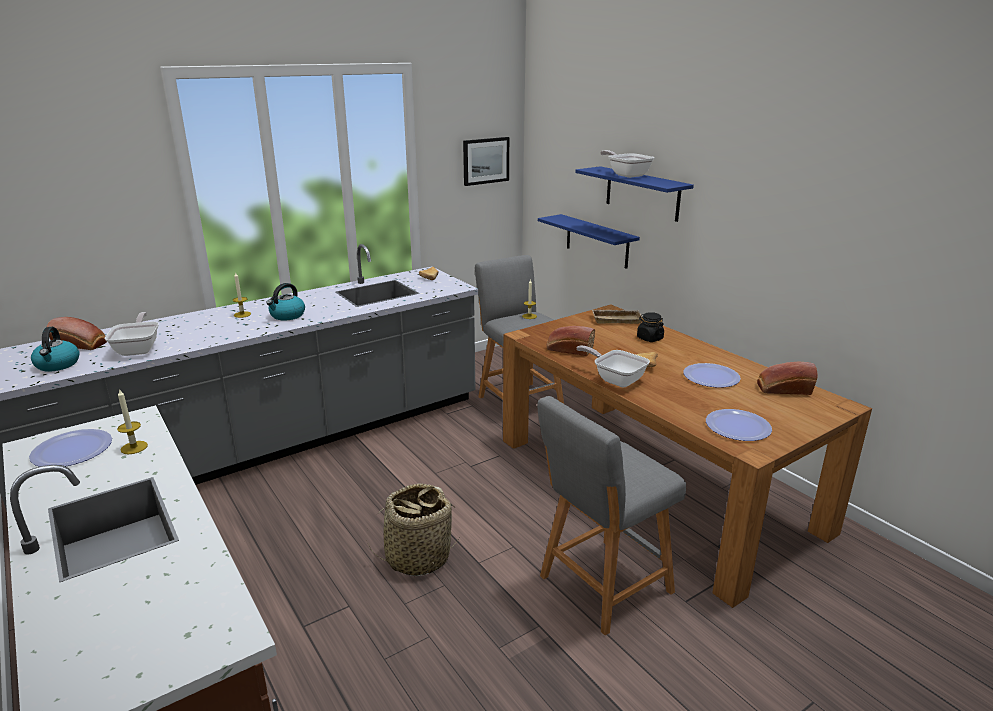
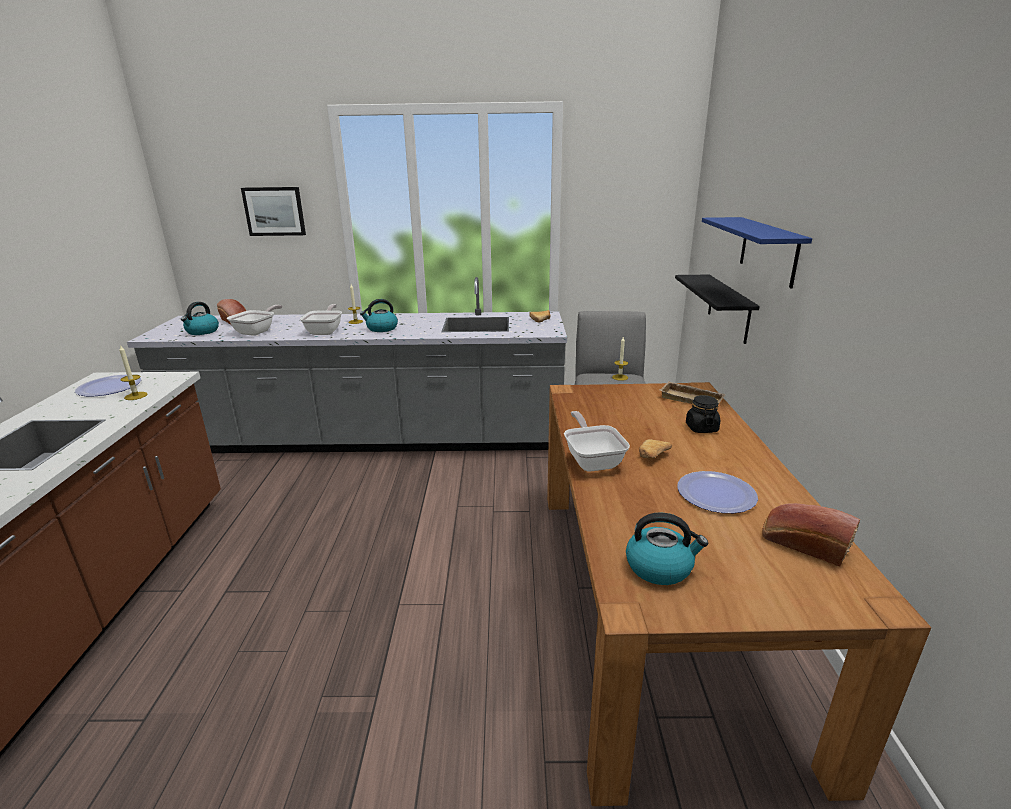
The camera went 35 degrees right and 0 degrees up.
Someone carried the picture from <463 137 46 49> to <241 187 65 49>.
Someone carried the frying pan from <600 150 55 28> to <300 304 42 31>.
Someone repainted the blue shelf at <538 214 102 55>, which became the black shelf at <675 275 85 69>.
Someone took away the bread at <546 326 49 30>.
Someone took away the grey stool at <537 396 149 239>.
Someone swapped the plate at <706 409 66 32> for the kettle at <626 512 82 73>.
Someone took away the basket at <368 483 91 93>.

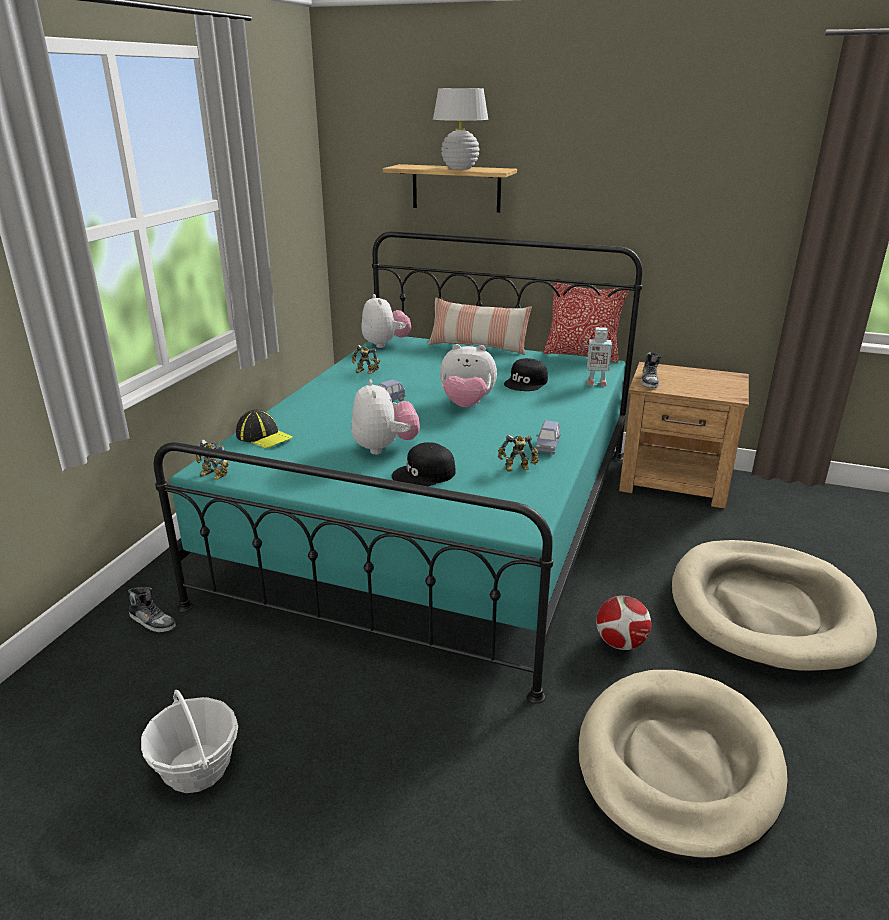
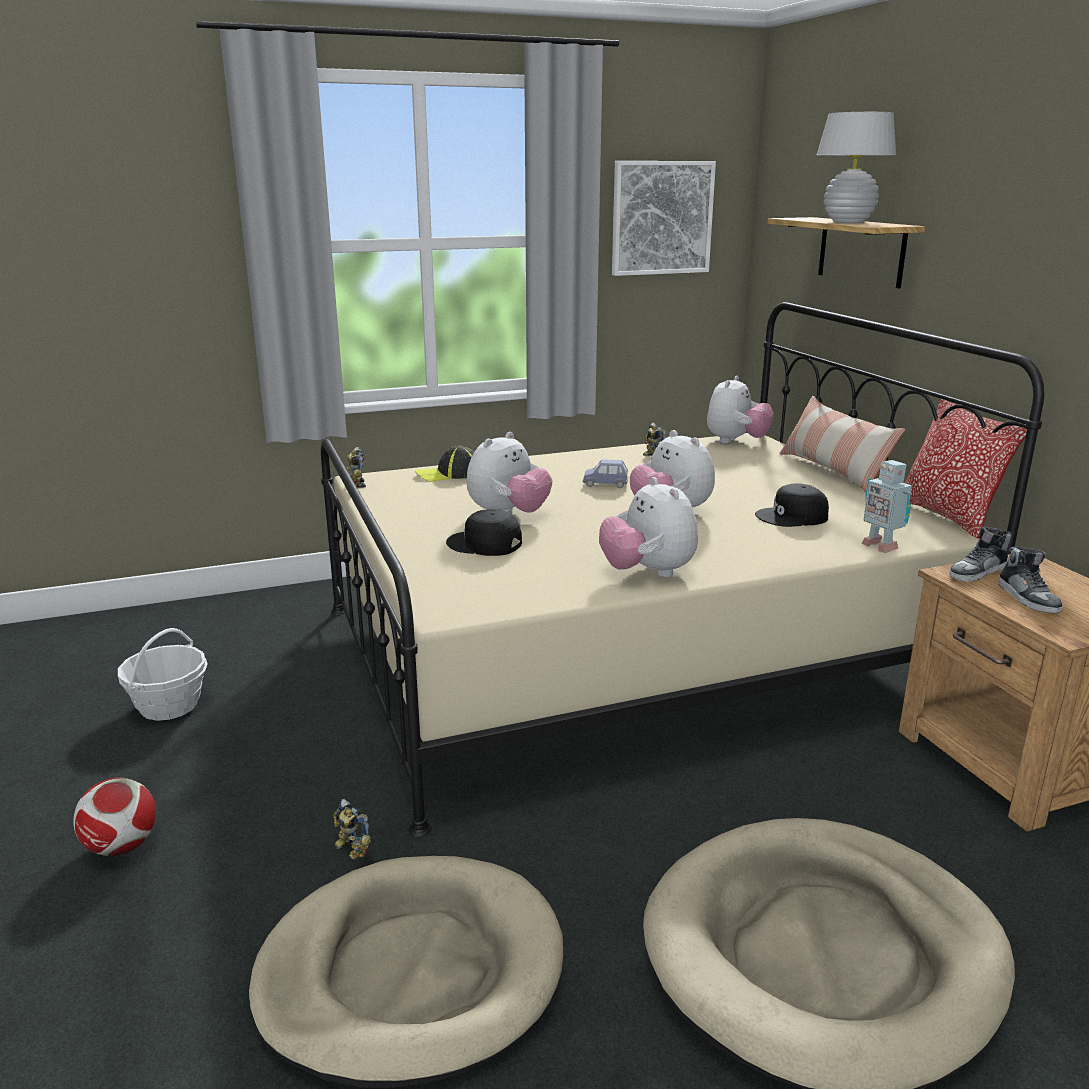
The camera went 50 degrees right and 5 degrees down.
Someone repainted the turquoise bed at <154 231 489 473>, which became the beige bed at <321 302 723 535>.
Someone rotated the cap at <236 409 57 39> by 75 degrees clockwise.
Someone swapped the blue toy car at <536 421 24 34> for the plush toy at <599 477 99 100>.
Someone carried the toy robot from <498 435 41 37> to <333 799 38 60>.
Someone carried the shoe from <128 587 48 46> to <998 547 65 66>.
Someone carried the football from <596 596 55 54> to <73 777 83 79>.
Someone put up the picture at <612 161 104 115>.

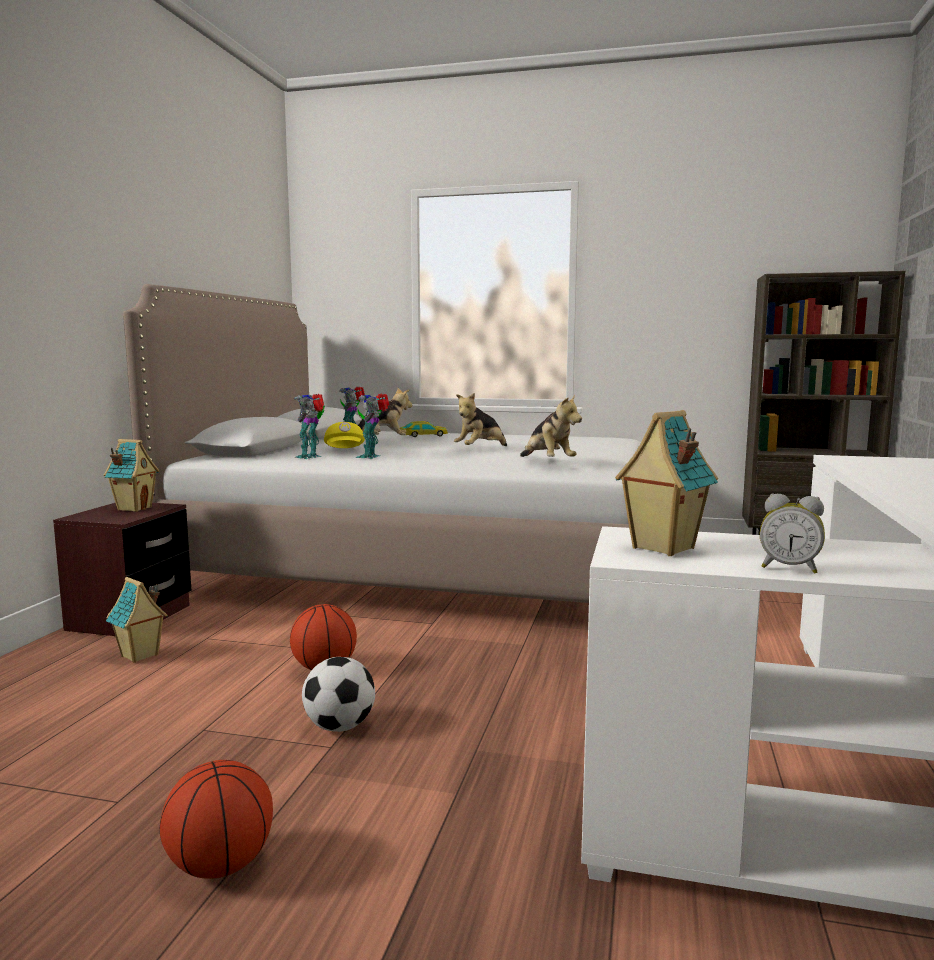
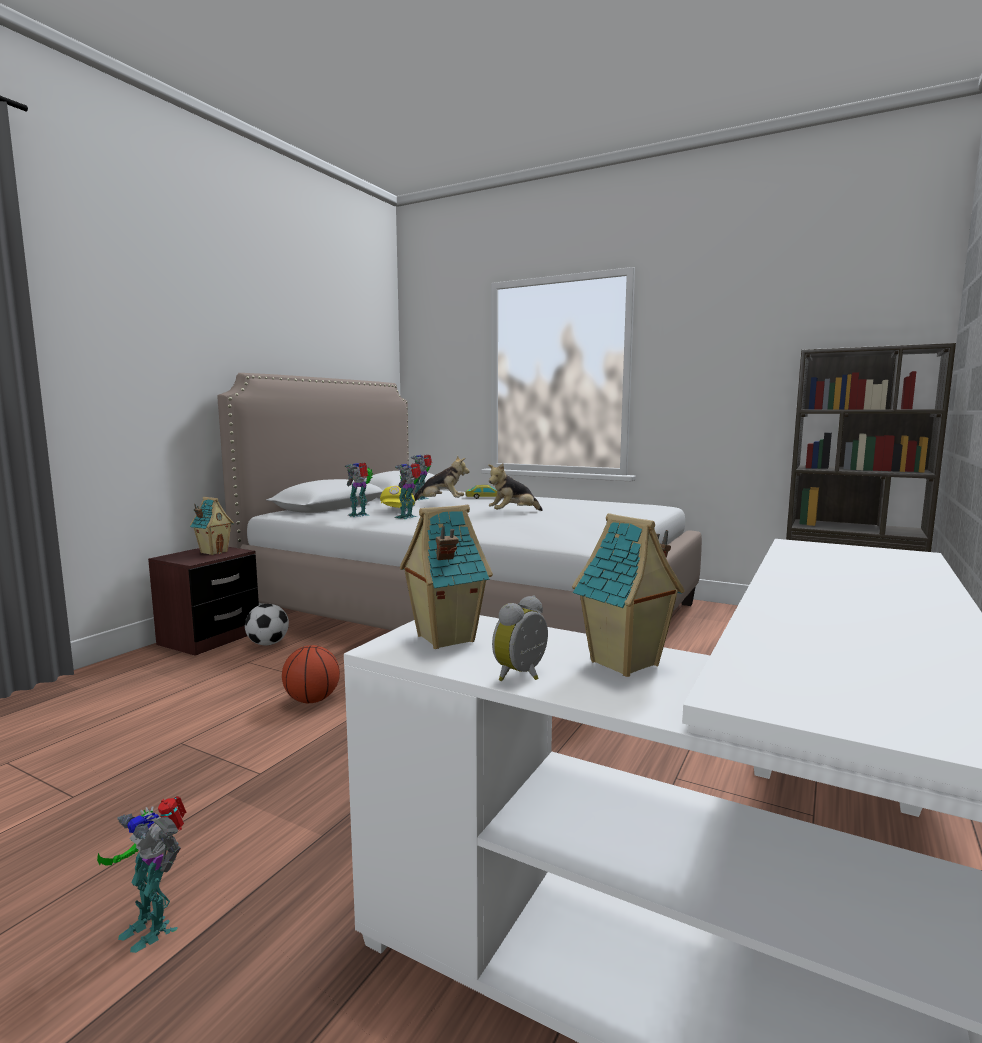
The camera went 15 degrees right and 0 degrees up.
Someone took away the plush toy at <520 394 62 63>.
Someone rotated the alarm clock at <760 493 65 81> by 90 degrees clockwise.
Someone carried the toy house from <106 577 61 86> to <572 513 113 164>.
Someone carried the football from <302 657 73 75> to <245 604 44 42>.
Someone took away the basketball at <160 760 113 119>.
Someone put down the toy robot at <97 796 90 157>.

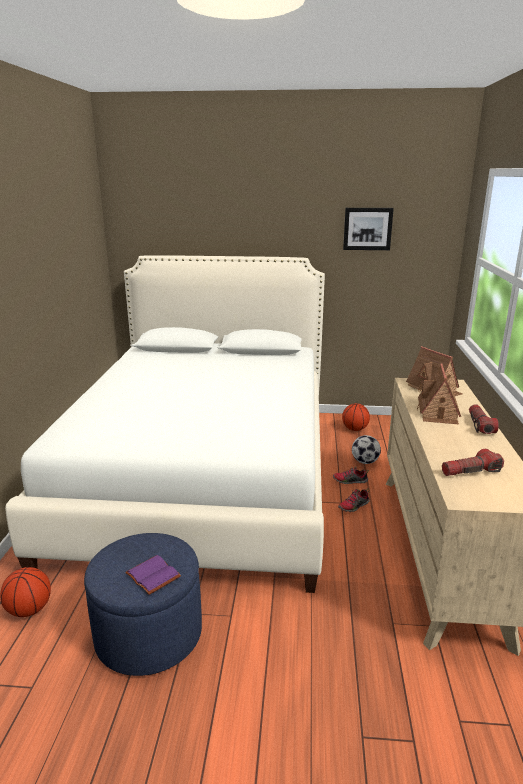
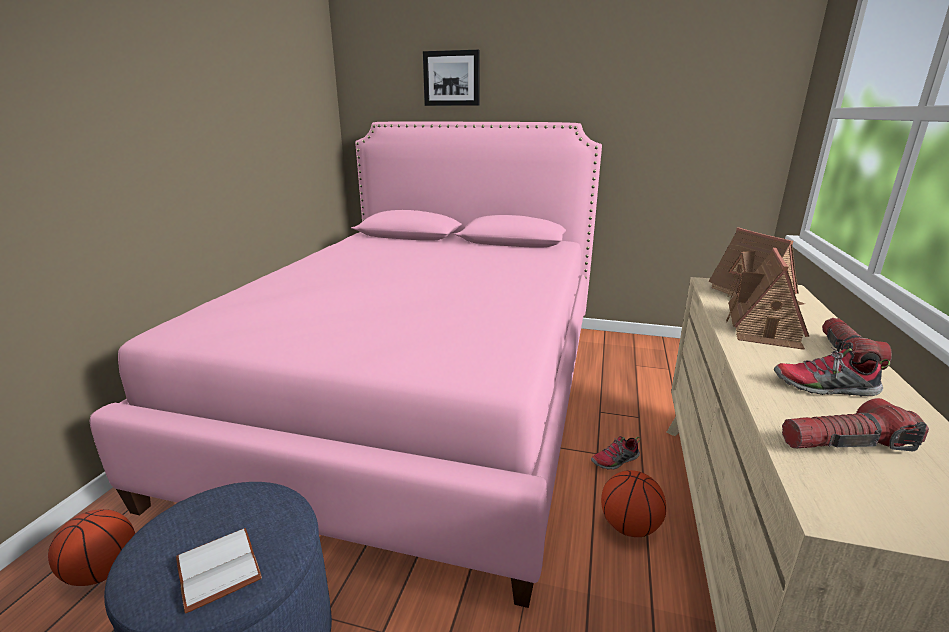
The camera went 10 degrees right and 0 degrees up.
Someone carried the picture from <343 208 51 42> to <423 50 57 56>.
Someone repainted the white bed at <5 255 320 338>, which became the pink bed at <90 121 512 487>.
Someone carried the basketball from <342 403 28 28> to <601 470 65 67>.
Someone took away the football at <352 435 29 29>.
Someone carried the shoe from <333 466 36 18> to <774 347 116 50>.
Someone repainted the purple book at <125 555 56 40>, which became the white book at <176 528 86 85>.

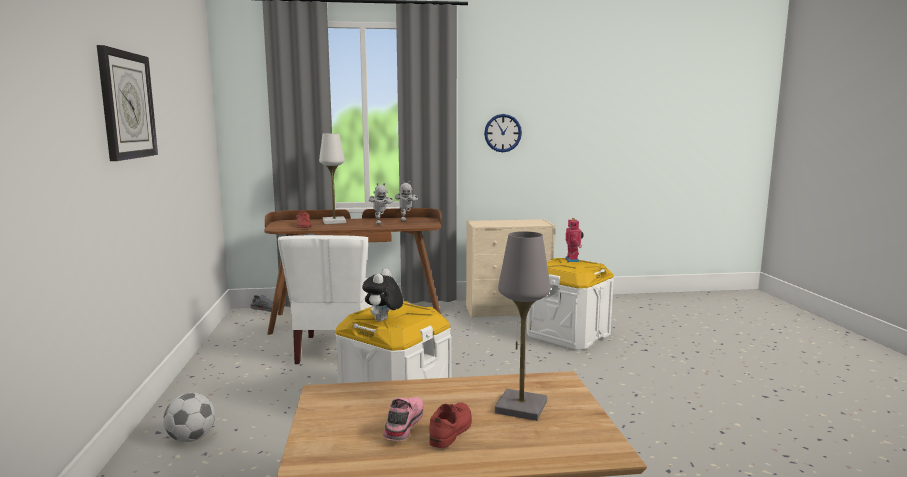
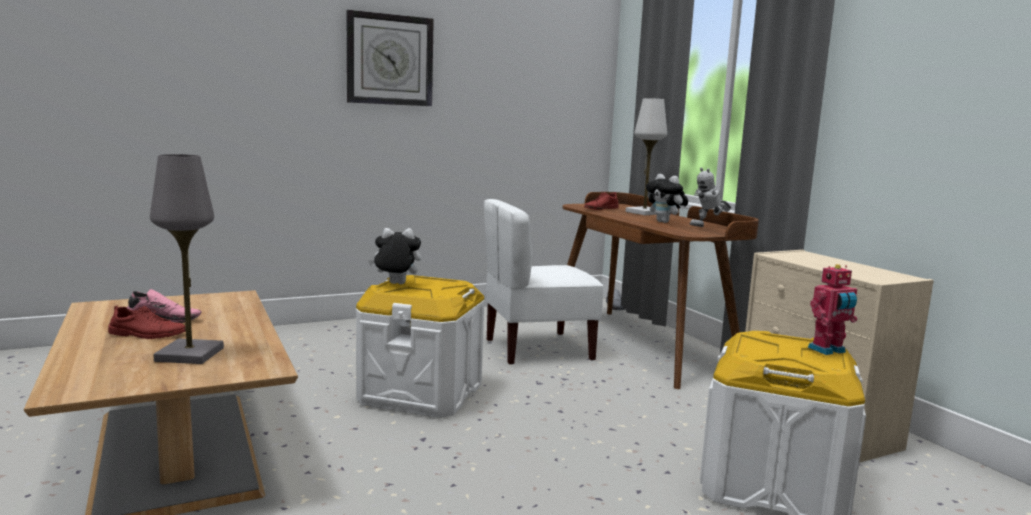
The camera went 70 degrees right and 0 degrees up.
Someone took away the wall clock at <484 114 38 38>.
Someone swapped the toy robot at <369 183 24 42> for the plush toy at <646 174 42 49>.
Someone took away the football at <163 393 52 49>.

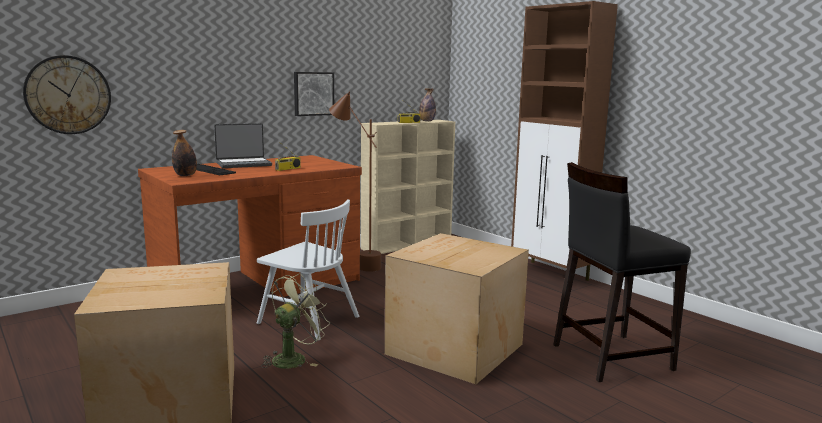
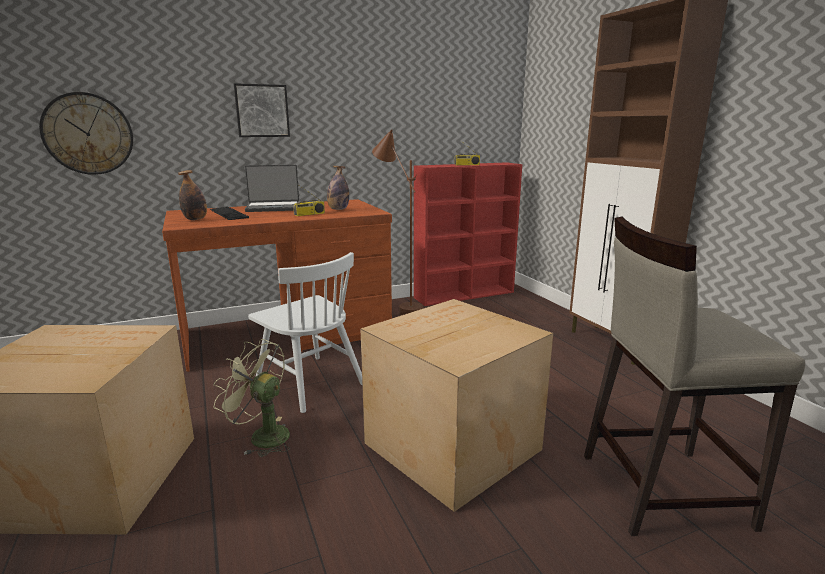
The camera went 15 degrees right and 5 degrees up.
Someone carried the picture from <294 72 40 44> to <234 83 56 54>.
Someone carried the bottle from <419 88 17 33> to <327 166 22 44>.
Someone repainted the beige bookcase at <361 120 94 134>, which became the red bookcase at <414 162 108 144>.
Someone repainted the black stool at <553 162 138 220>, which became the beige stool at <584 217 221 319>.
Someone rotated the green fan at <261 273 69 96> by 120 degrees counterclockwise.

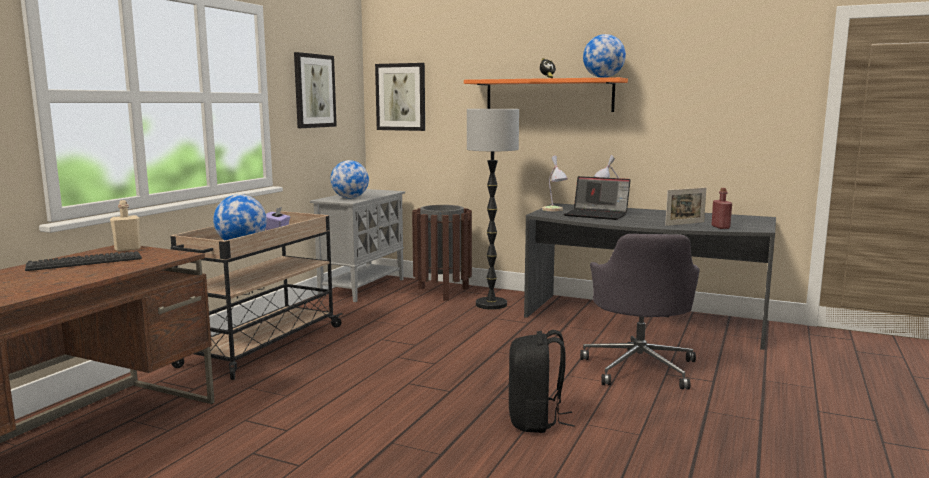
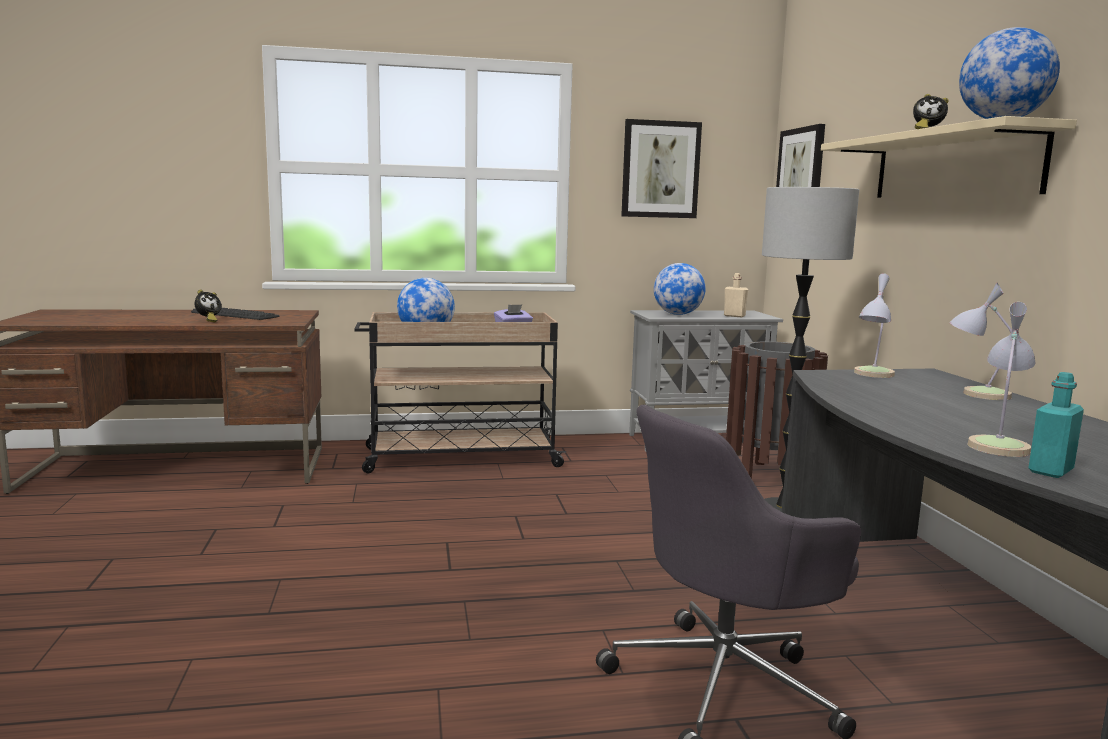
The camera went 55 degrees right and 0 degrees up.
Someone repainted the orange shelf at <464 77 164 35>, which became the beige shelf at <821 116 256 82>.
Someone took away the laptop at <563 176 68 44>.
Someone swapped the picture frame at <665 187 41 39> for the table lamp at <967 302 68 155>.
Someone repainted the red bottle at <711 188 21 41>, which became the turquoise bottle at <1028 372 56 106>.
Someone carried the beige bottle from <110 200 31 51> to <724 273 24 44>.
Someone took away the black backpack at <509 330 66 103>.
Someone put down the alarm clock at <195 290 27 32>.

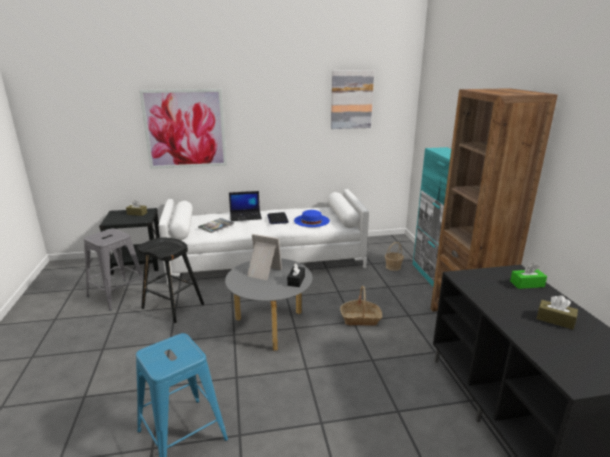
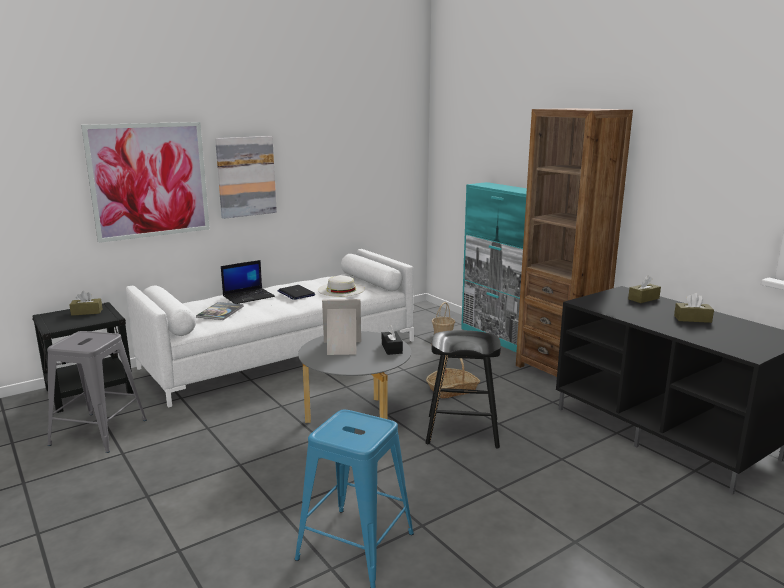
The camera went 25 degrees left and 5 degrees down.
Someone carried the picture from <331 70 43 59> to <215 136 62 83>.
Someone repainted the blue hat at <294 210 36 17>, which became the white hat at <318 276 47 21>.
Someone carried the black stool from <138 237 66 86> to <426 330 75 119>.
Someone repainted the green tissue box at <510 263 37 26>, which became the brown tissue box at <628 276 33 27>.

